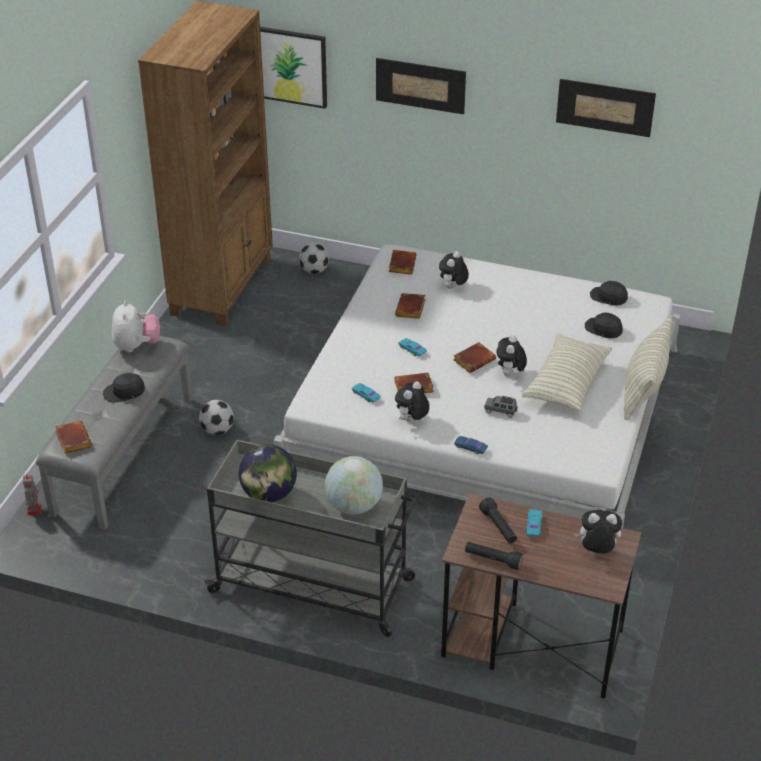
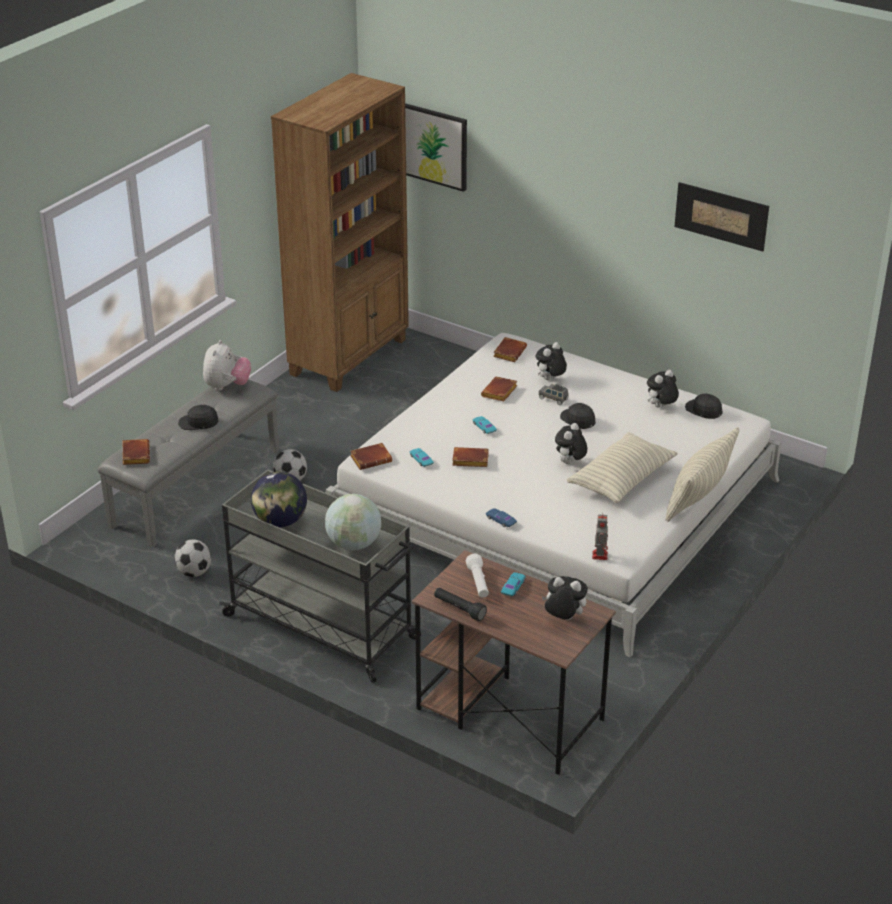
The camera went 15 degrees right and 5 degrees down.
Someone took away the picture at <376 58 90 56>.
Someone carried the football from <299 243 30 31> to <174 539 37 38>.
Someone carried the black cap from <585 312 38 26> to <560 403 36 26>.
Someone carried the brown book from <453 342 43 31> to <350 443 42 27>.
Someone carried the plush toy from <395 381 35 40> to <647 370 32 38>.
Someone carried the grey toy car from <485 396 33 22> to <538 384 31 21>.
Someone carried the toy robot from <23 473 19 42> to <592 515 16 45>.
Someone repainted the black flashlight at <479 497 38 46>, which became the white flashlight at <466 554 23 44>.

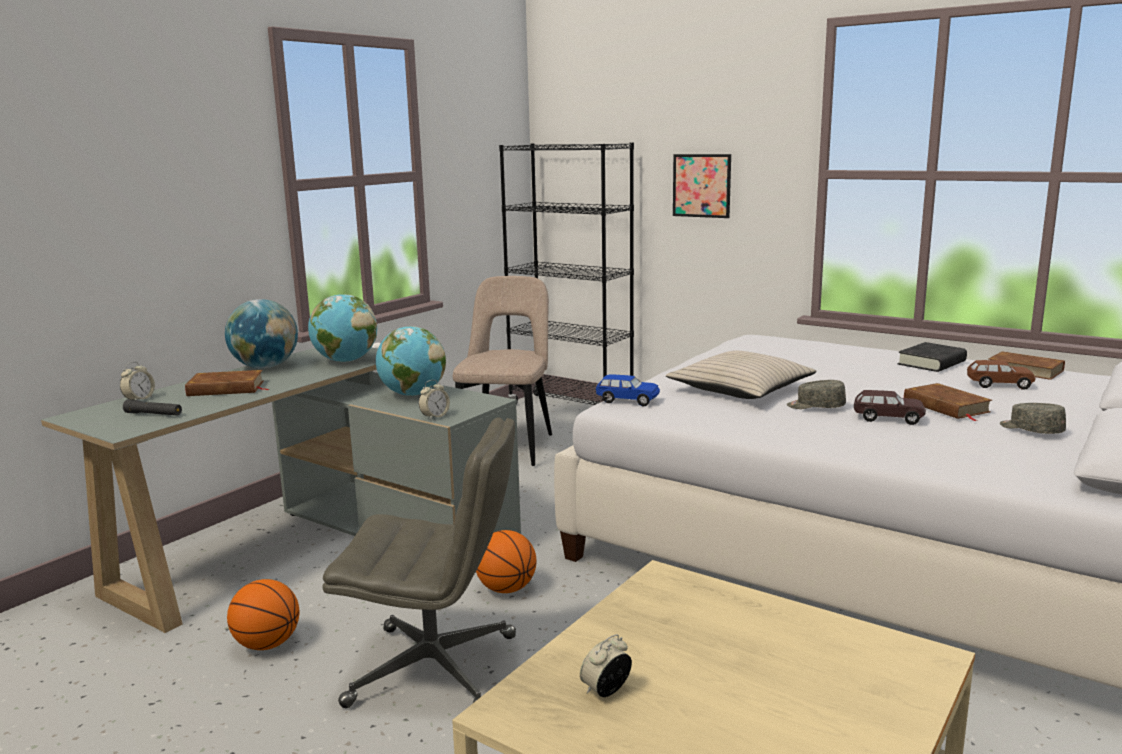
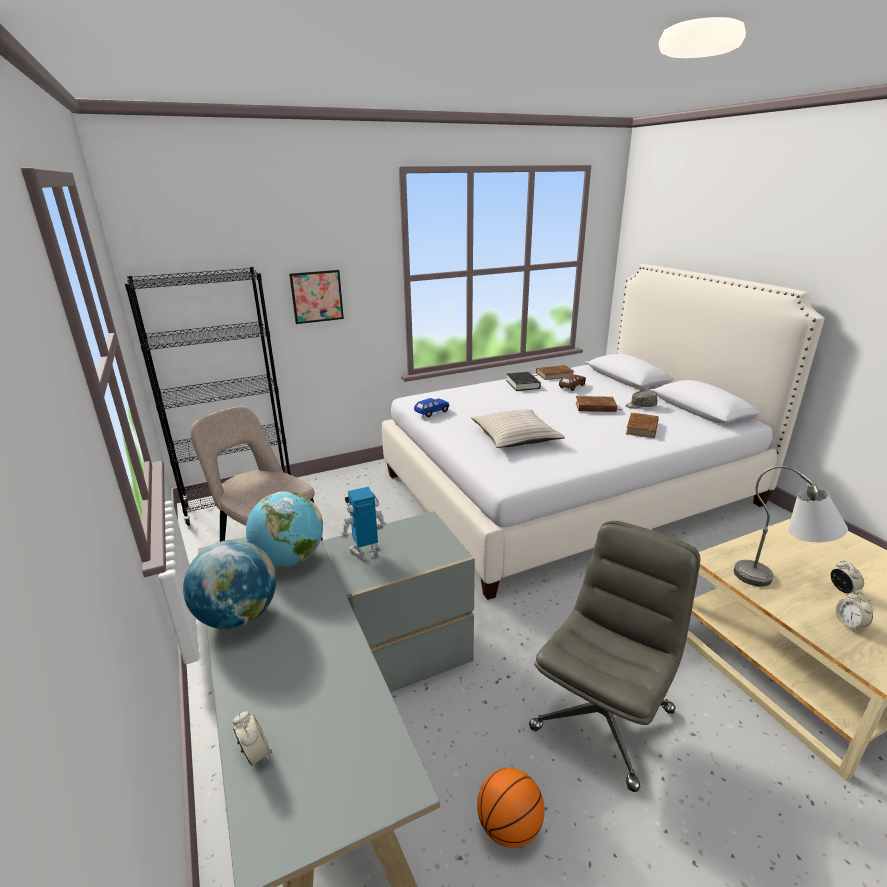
The camera went 60 degrees left and 10 degrees up.
Someone swapped the globe at <376 326 70 70> for the toy robot at <340 487 46 74>.
Someone carried the brown book from <185 370 84 26> to <626 413 33 25>.
Someone carried the blue toy car from <596 374 64 32> to <414 398 36 19>.
Someone carried the alarm clock from <419 380 31 40> to <831 560 33 34>.
Someone took away the grey cap at <787 380 59 29>.
Someone took away the brown toy car at <854 390 72 35>.
Someone took away the black flashlight at <123 399 59 16>.
Someone took away the basketball at <476 530 61 63>.
Someone put down the grey table lamp at <734 466 114 121>.

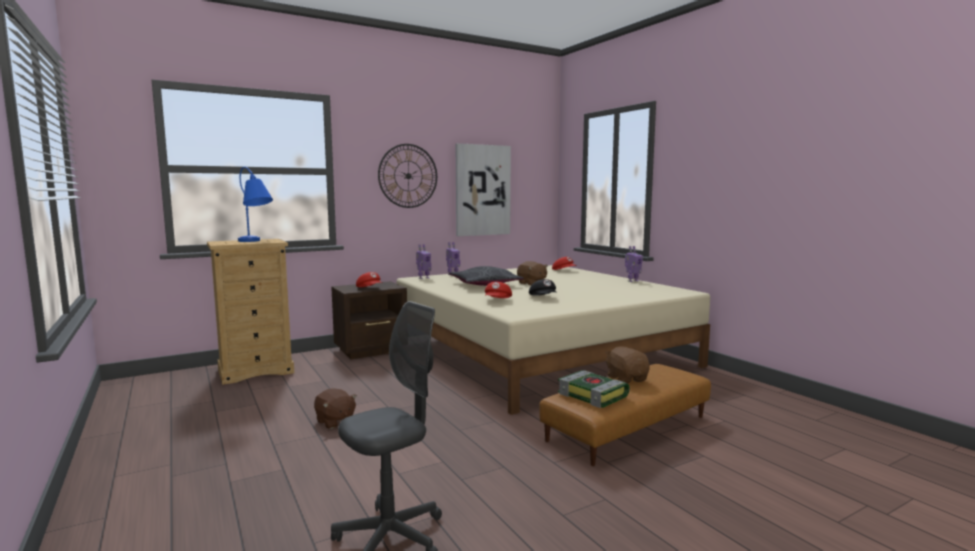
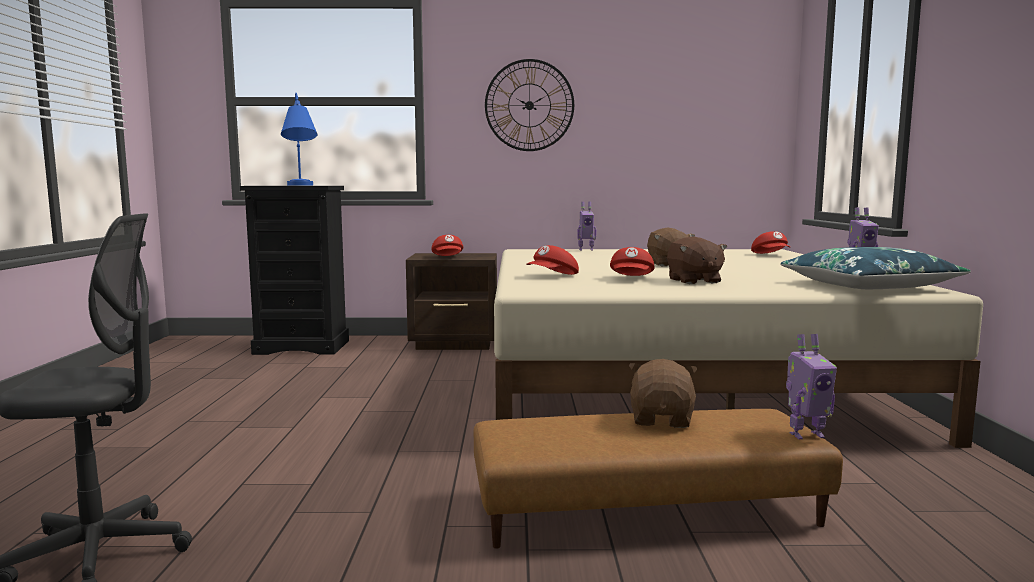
The camera went 30 degrees right and 0 degrees up.
Someone took away the picture at <456 143 55 93>.
Someone repainted the beige dresser at <207 239 87 146>, which became the black dresser at <240 186 109 169>.
Someone carried the toy robot from <416 244 15 35> to <786 334 51 105>.
Someone took away the grey pillow at <449 266 75 20>.
Someone repainted the black cap at <529 279 28 17>, which became the red cap at <610 247 45 29>.
Someone took away the book at <558 370 72 38>.
Someone carried the brown plush toy from <314 388 43 41> to <667 237 60 47>.
Someone put down the blue pillow at <780 247 191 42>.

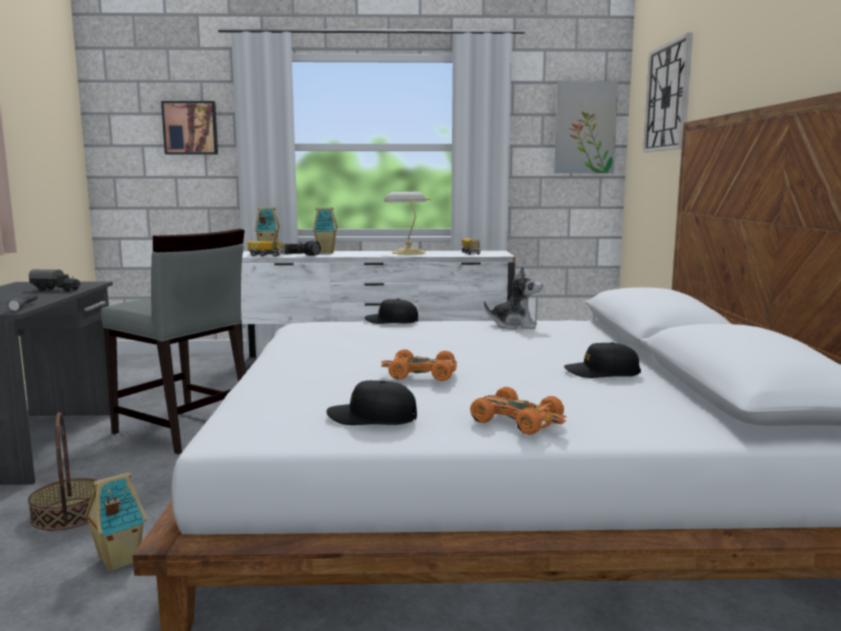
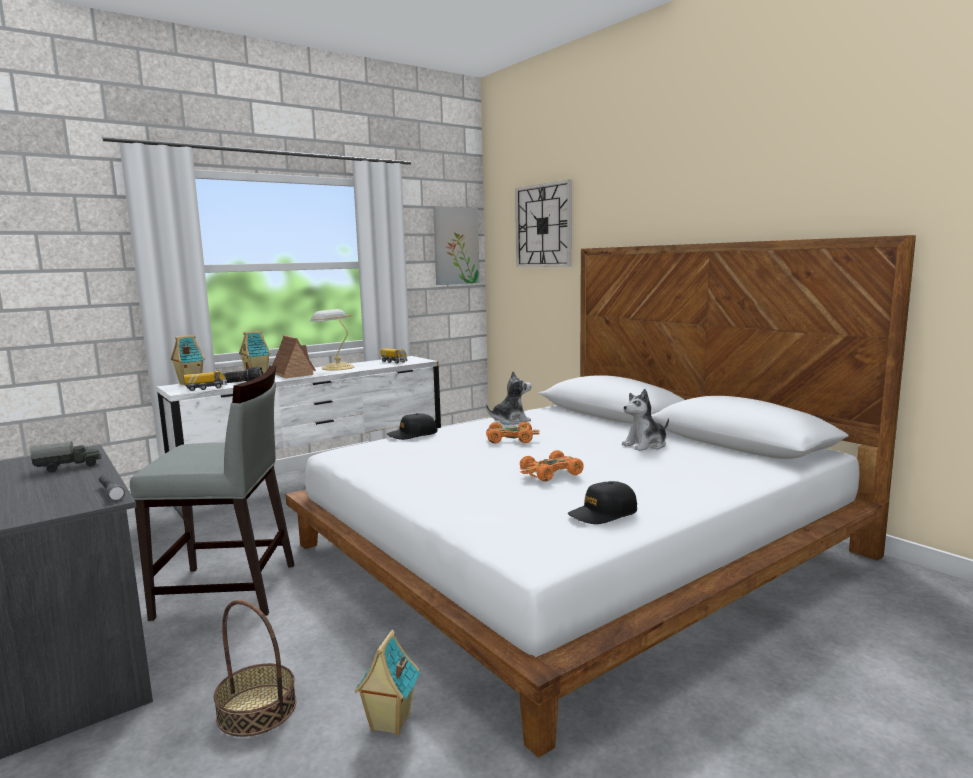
The camera went 35 degrees left and 0 degrees up.
Someone took away the picture at <161 101 57 53>.
Someone swapped the black cap at <564 342 77 36> for the plush toy at <622 389 47 62>.
Someone carried the orange toy car from <470 387 96 48> to <486 422 54 22>.
Someone put down the toy house at <272 335 44 43>.

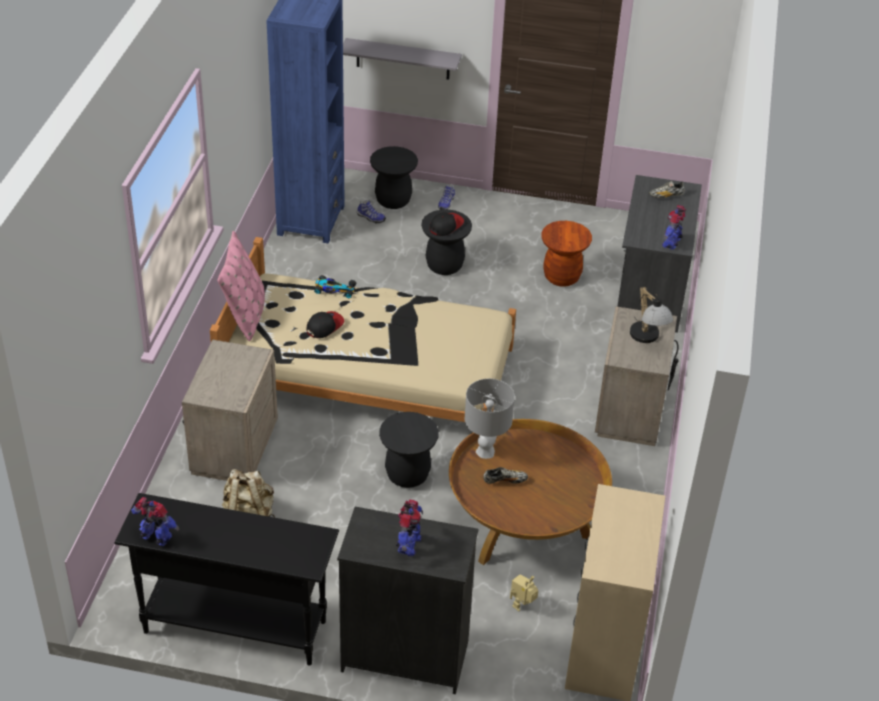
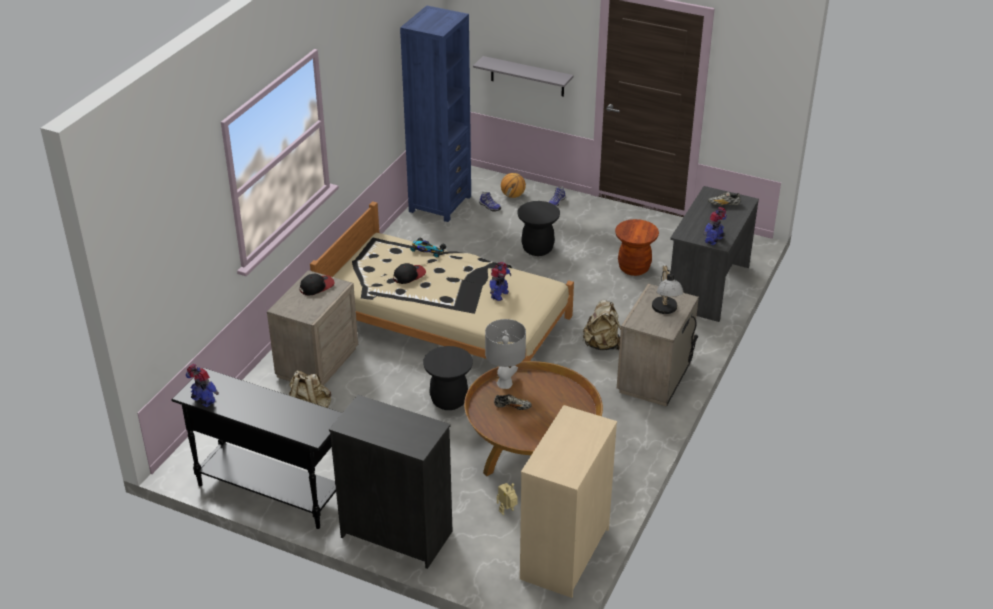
The camera went 15 degrees right and 5 degrees down.
Someone swapped the black stool at <370 146 48 63> for the basketball at <501 173 25 25>.
Someone carried the cap from <430 212 34 24> to <300 274 34 21>.
Someone took away the pink pillow at <218 231 47 110>.
Someone carried the toy robot from <396 500 27 56> to <490 262 21 39>.
Someone put down the beige backpack at <582 300 39 50>.

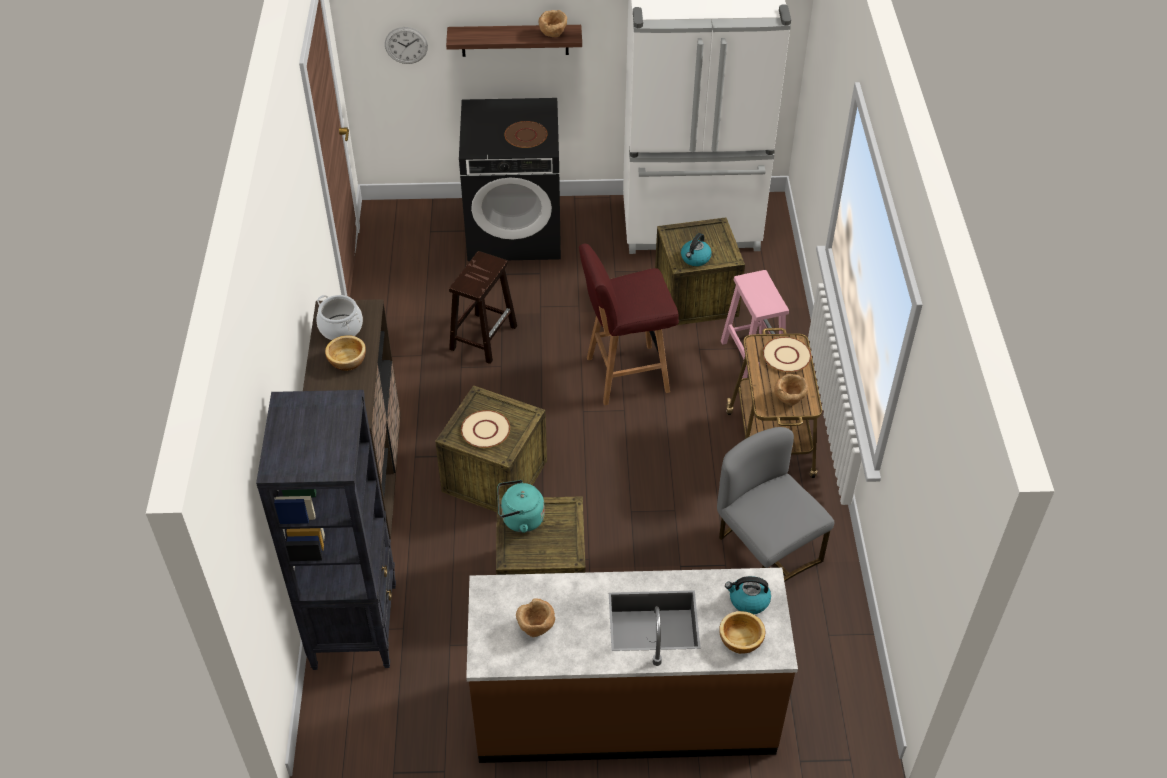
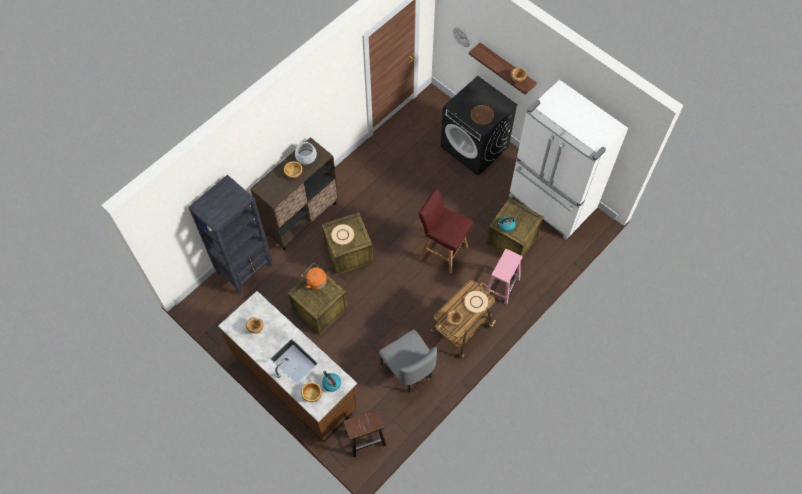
The camera went 45 degrees right and 15 degrees up.
Someone carried the brown stool from <449 251 68 113> to <343 409 43 48>.
Someone rotated the grey chair at <717 427 118 155> by 135 degrees clockwise.
Someone repainted the turquoise kettle at <497 480 48 53>, which became the orange kettle at <301 263 26 27>.

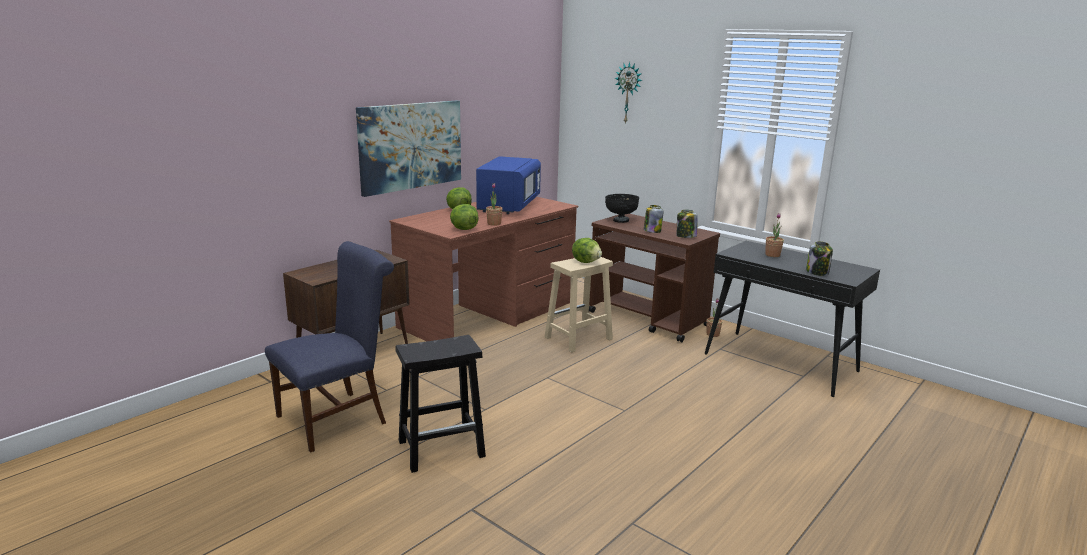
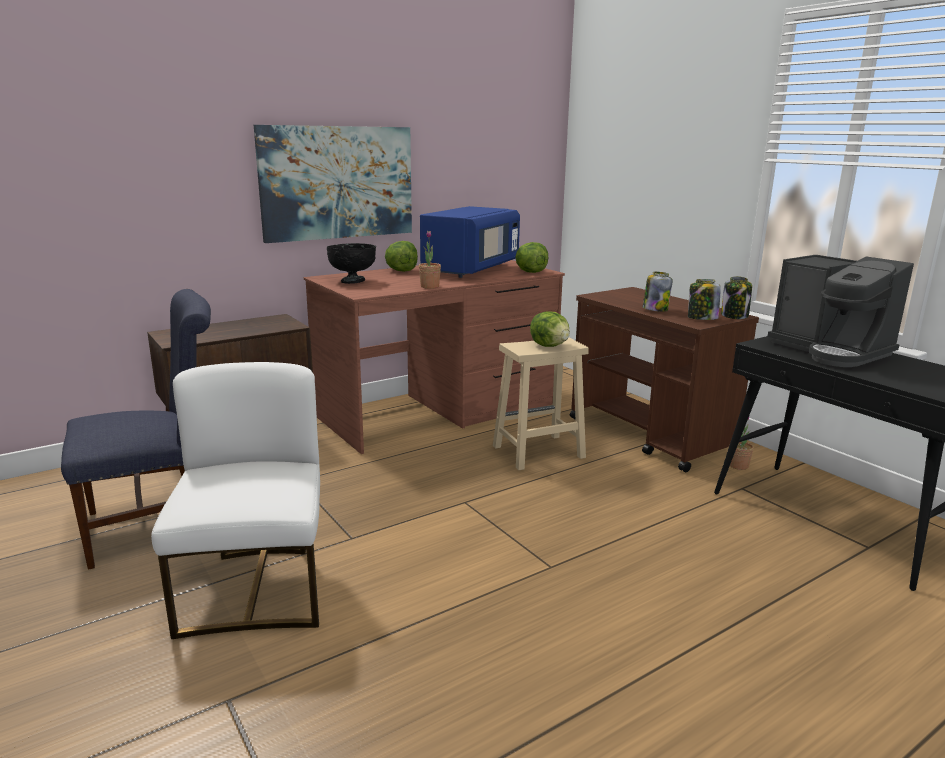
The camera went 15 degrees right and 0 degrees up.
Someone took away the wall clock at <615 62 27 62>.
Someone carried the black bowl from <605 194 34 29> to <327 243 49 41>.
Someone carried the lettuce from <450 204 29 26> to <515 242 33 31>.
Someone swapped the potted plant at <765 213 19 44> for the coffee machine at <767 255 147 112>.
Someone carried the jar from <806 241 27 35> to <721 276 31 43>.
Someone swapped the black stool at <396 335 90 138> for the white chair at <151 362 169 277>.

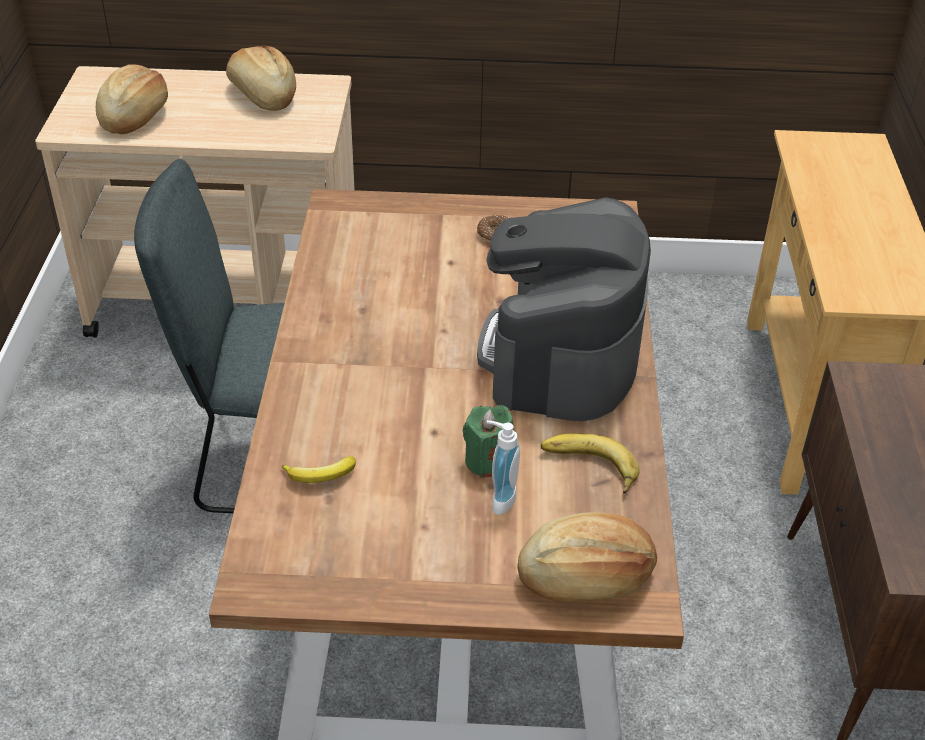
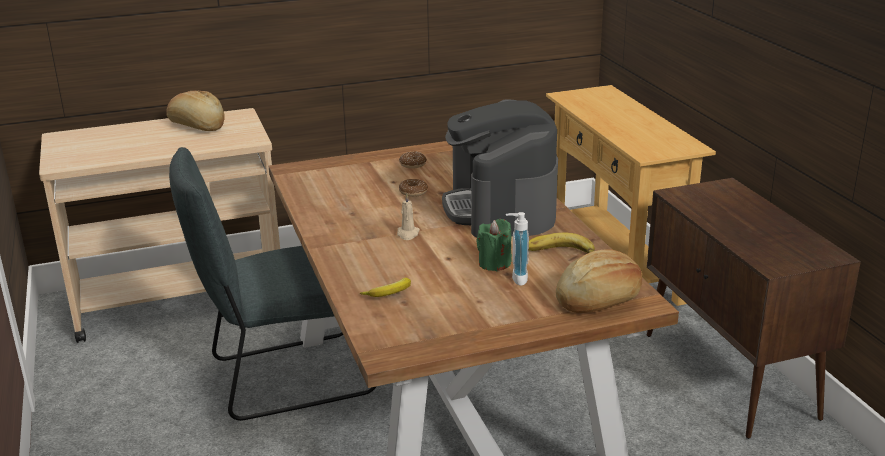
The camera went 20 degrees left and 15 degrees down.
Someone took away the bread at <96 65 72 69>.
Someone put down the donut at <399 179 29 18>.
Someone put down the beige candle at <397 193 23 47>.

